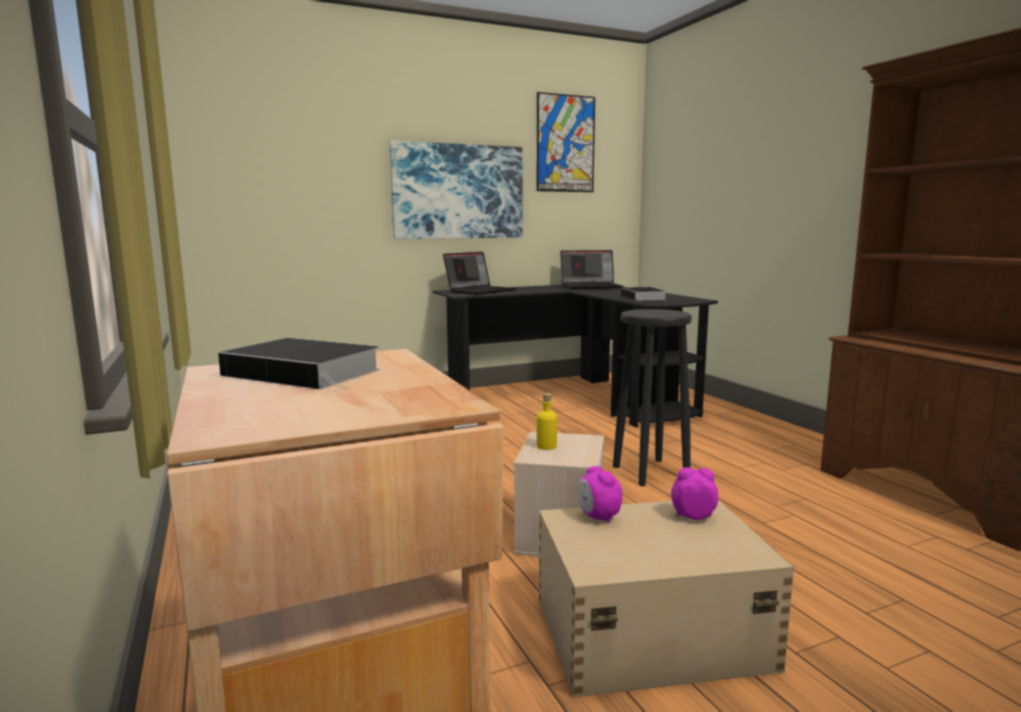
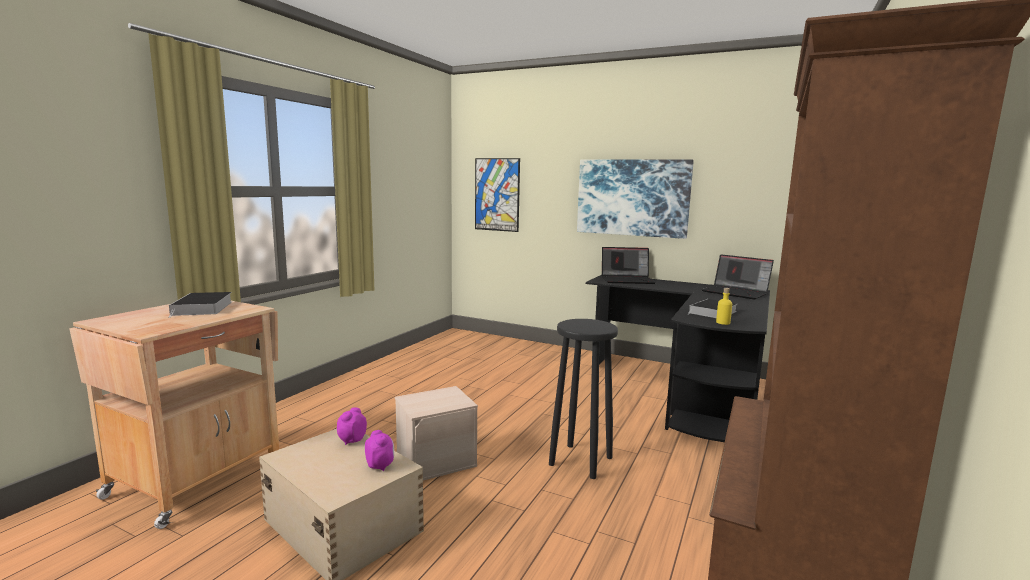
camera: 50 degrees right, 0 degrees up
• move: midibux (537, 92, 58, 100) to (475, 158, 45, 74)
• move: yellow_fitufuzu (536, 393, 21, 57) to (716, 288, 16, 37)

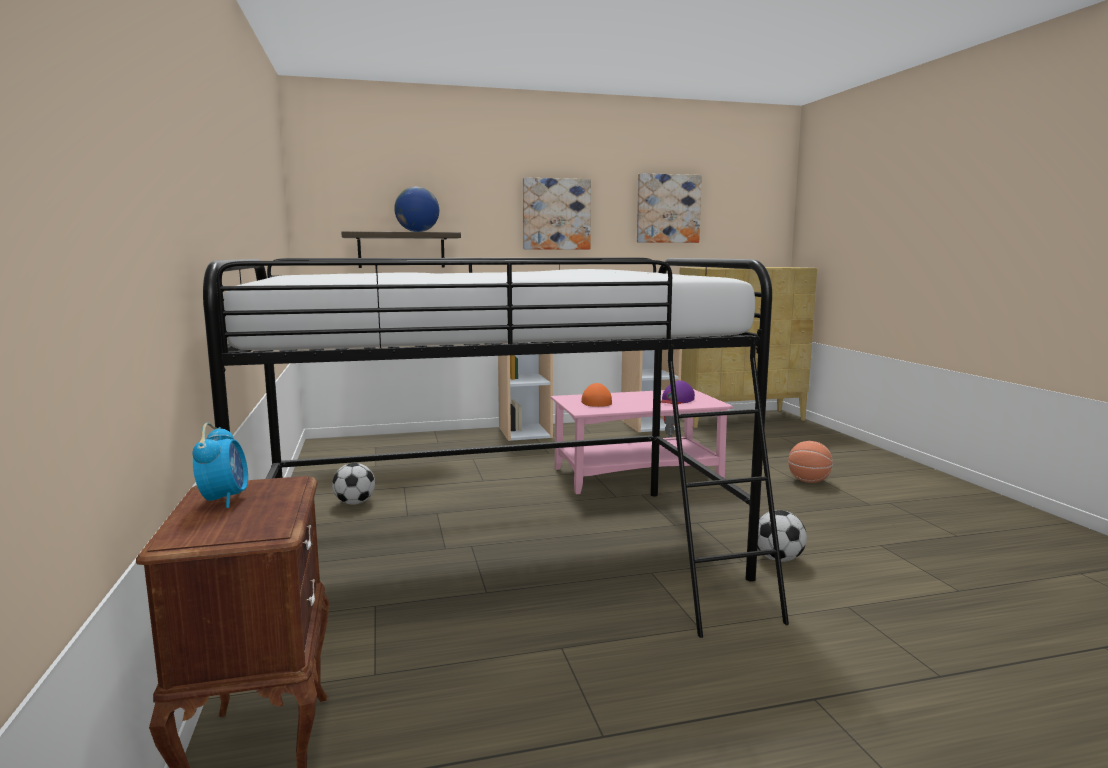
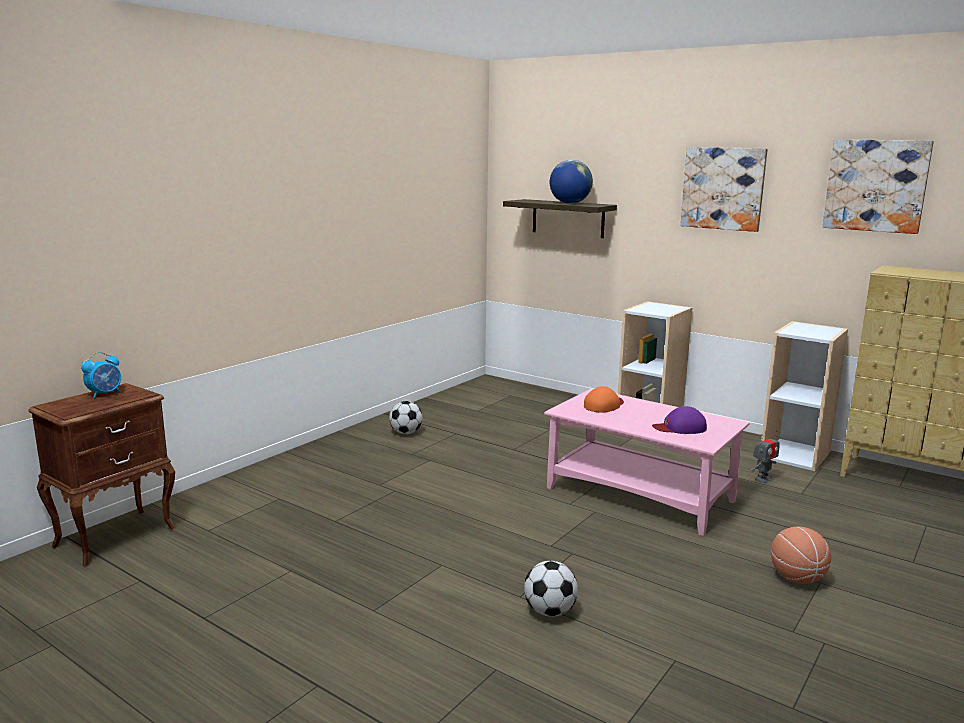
camera: 50 degrees right, 5 degrees up
• delete: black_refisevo (203, 258, 586, 380)

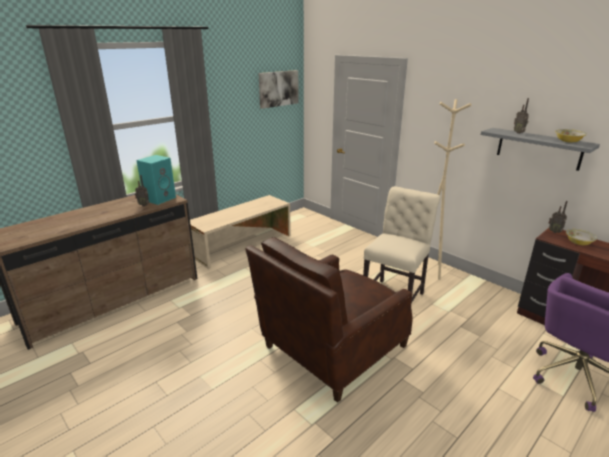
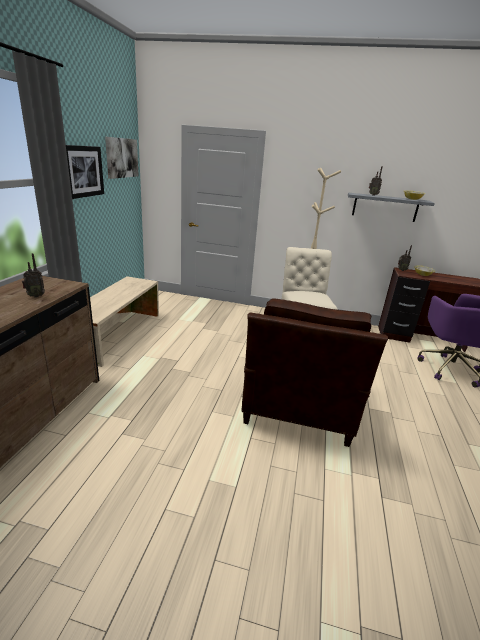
camera: 35 degrees left, 0 degrees up
• delete: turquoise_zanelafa (136, 155, 40, 50)
• insert: midibux (66, 145, 38, 54)

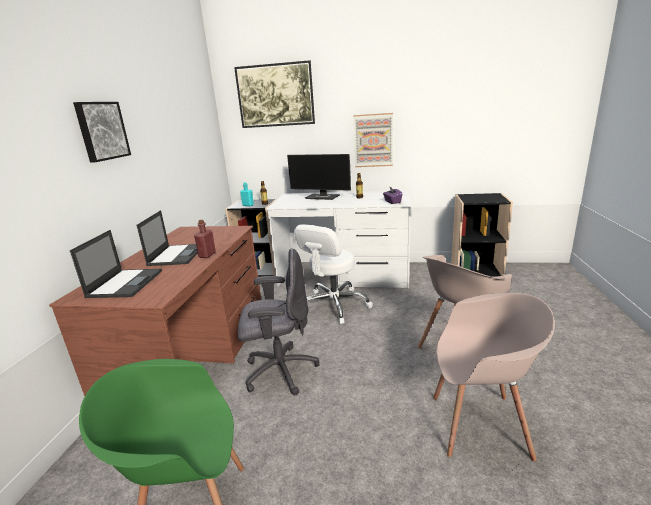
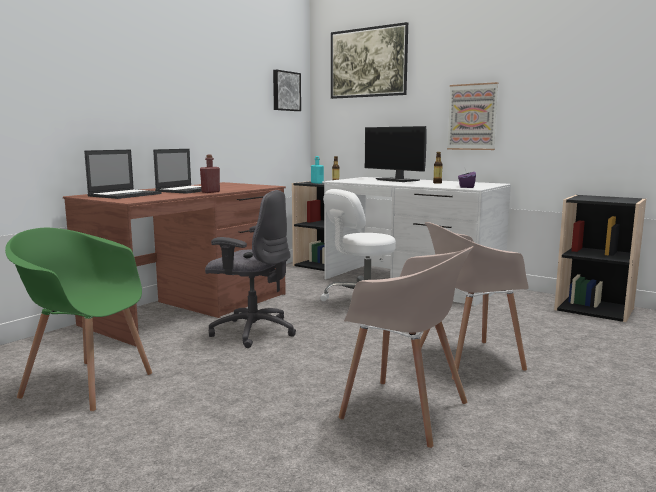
camera: 25 degrees right, 10 degrees down
• move: midibux (73, 102, 58, 61) to (273, 70, 28, 41)

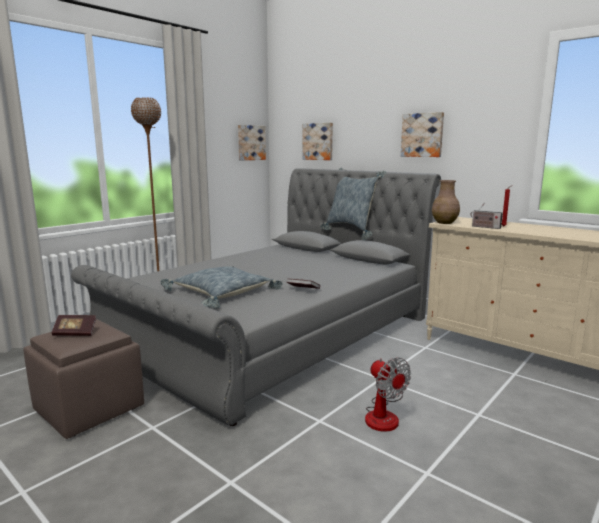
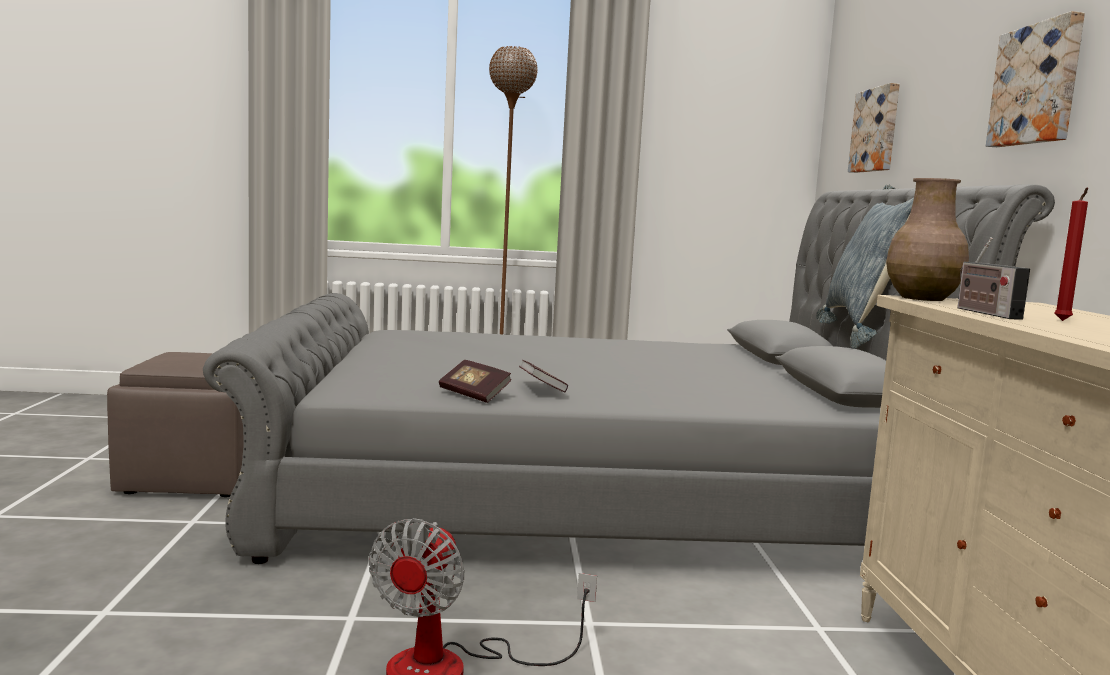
camera: 45 degrees right, 5 degrees down
• delete: midibux (238, 125, 28, 35)
• delete: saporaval (160, 266, 123, 42)
• move: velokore (52, 315, 44, 21) to (439, 360, 73, 43)

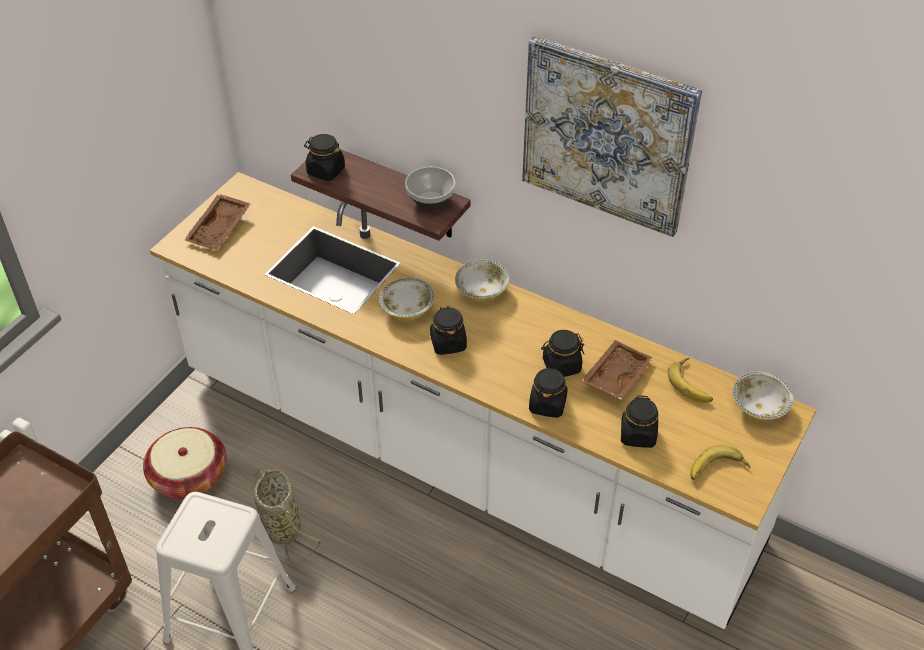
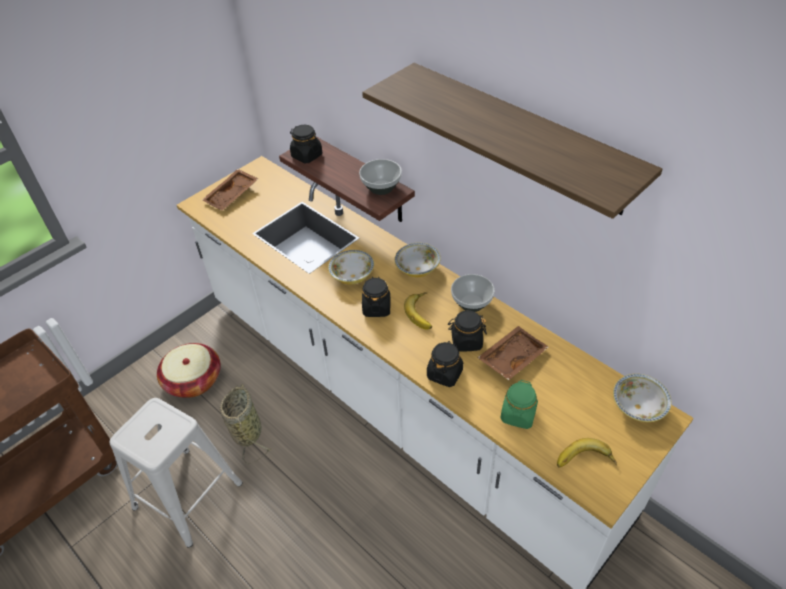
camera: 15 degrees right, 0 degrees up
• replace: midibux (522, 36, 180, 201) to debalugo (362, 63, 301, 156)
• move: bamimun (668, 358, 45, 45) to (404, 292, 28, 37)
• recolor: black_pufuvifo (621, 395, 37, 53) to green_pufuvifo (500, 380, 38, 49)
• insert: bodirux (451, 274, 44, 38)

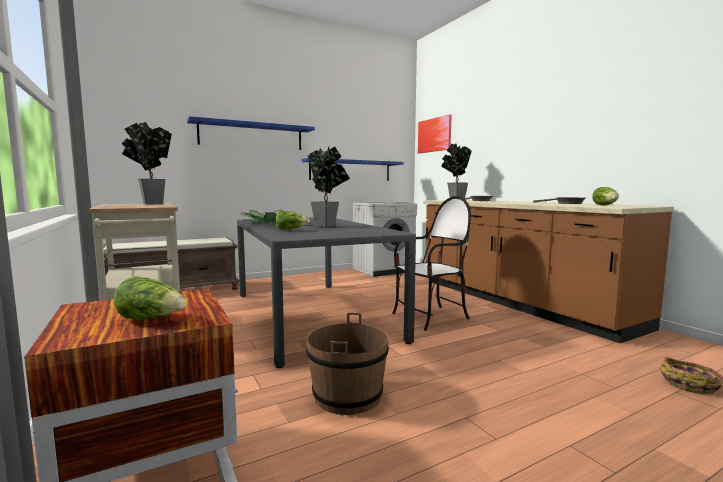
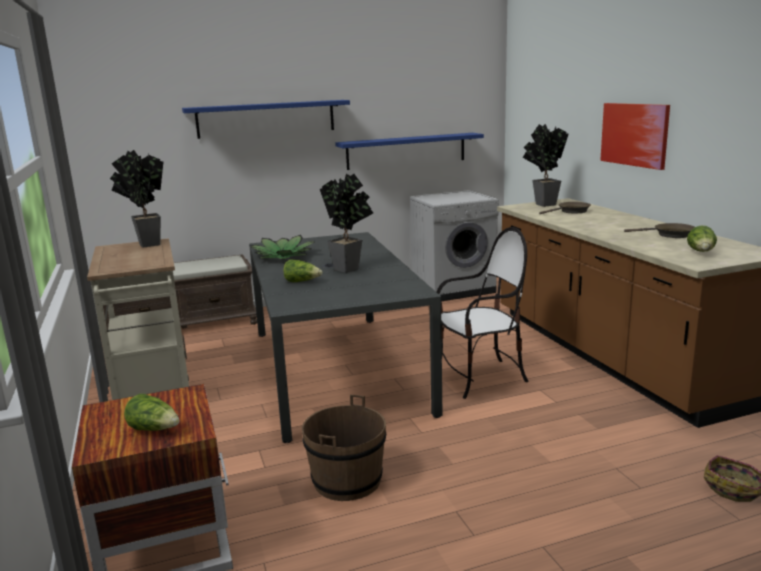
camera: 10 degrees right, 10 degrees up
• move: midibux (418, 114, 34, 39) to (600, 103, 70, 67)

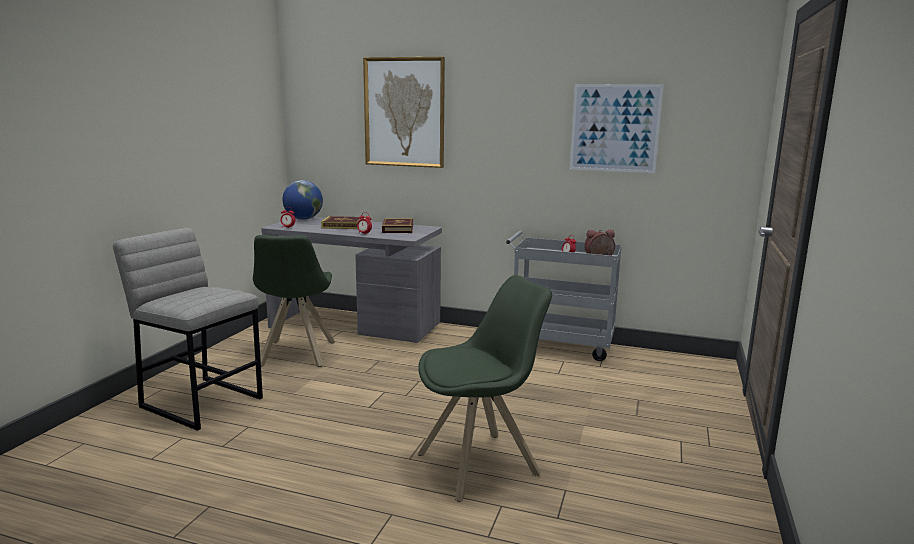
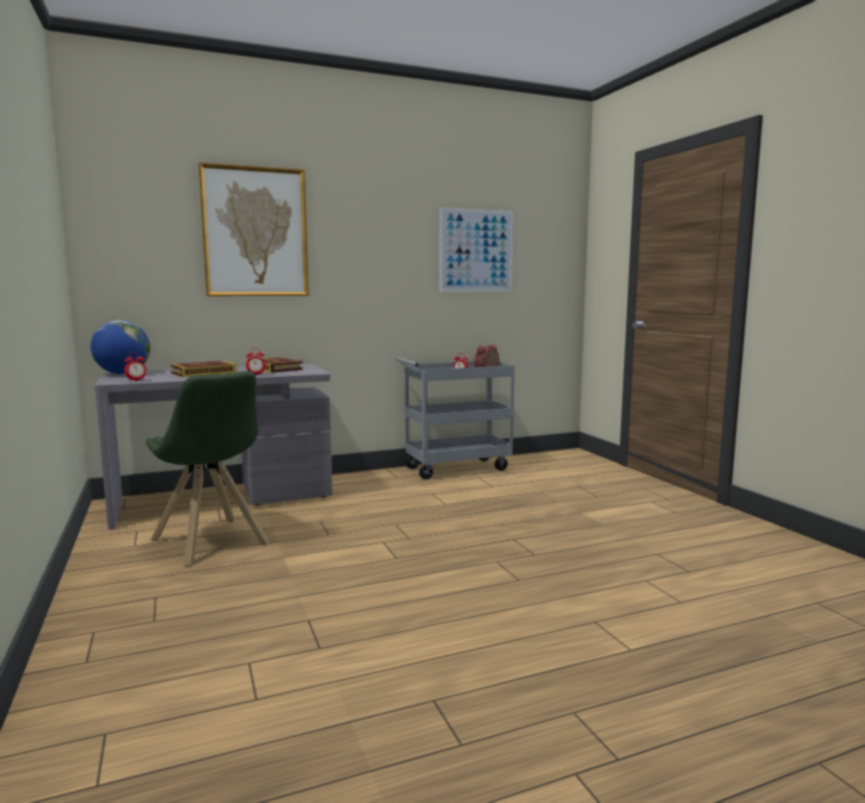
camera: 40 degrees left, 5 degrees down
• delete: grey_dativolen (113, 228, 150, 203)
• delete: green_dativolen (417, 275, 135, 227)

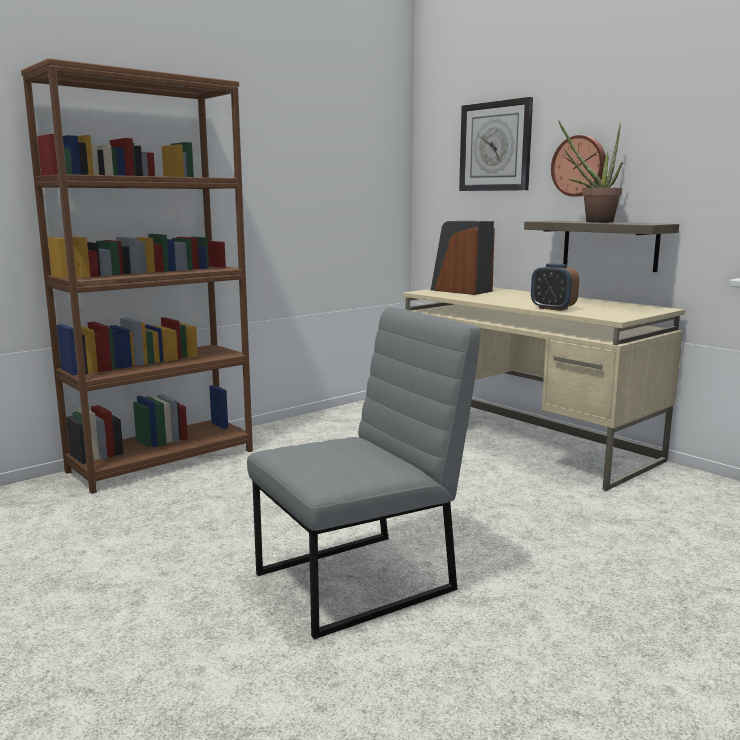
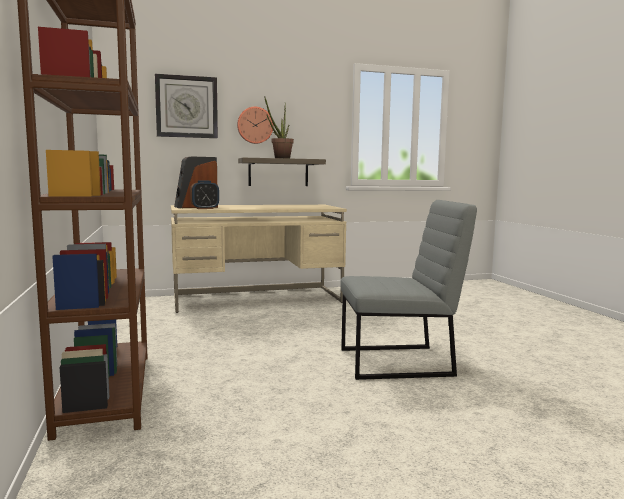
camera: 65 degrees left, 5 degrees down
• move: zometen (531, 263, 48, 48) to (190, 181, 29, 28)
• rotate: grey_dativolen (247, 307, 233, 332) = (340, 200, 137, 180) 90 degrees clockwise

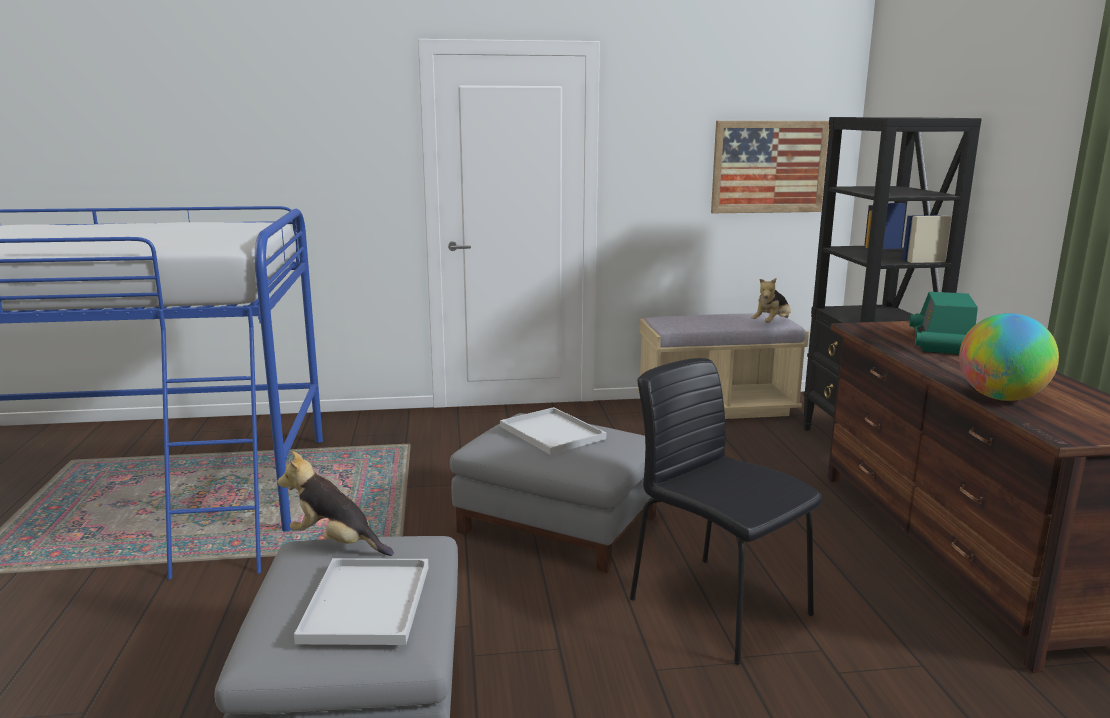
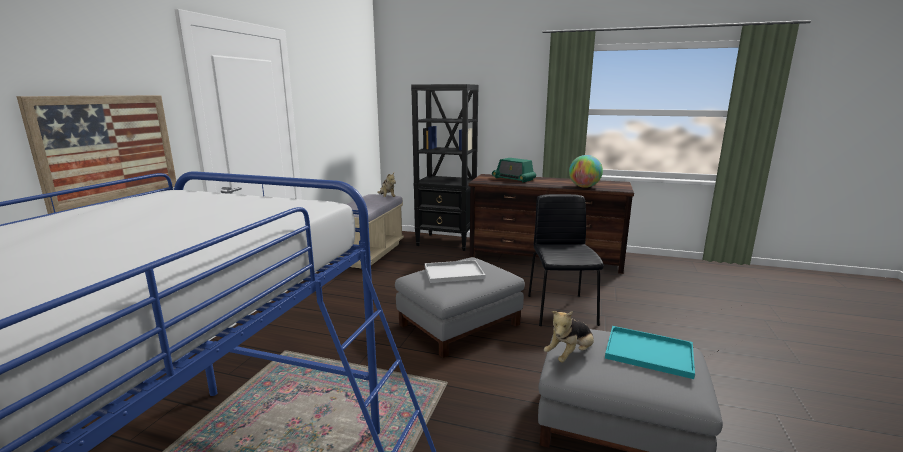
camera: 65 degrees left, 0 degrees up
• move: midibux (711, 121, 118, 92) to (16, 95, 160, 119)
• rotate: black_dativolen (630, 358, 192, 307) = (528, 194, 76, 132) 105 degrees clockwise
• recolor: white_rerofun (294, 558, 135, 87) to turquoise_rerofun (605, 326, 90, 53)

